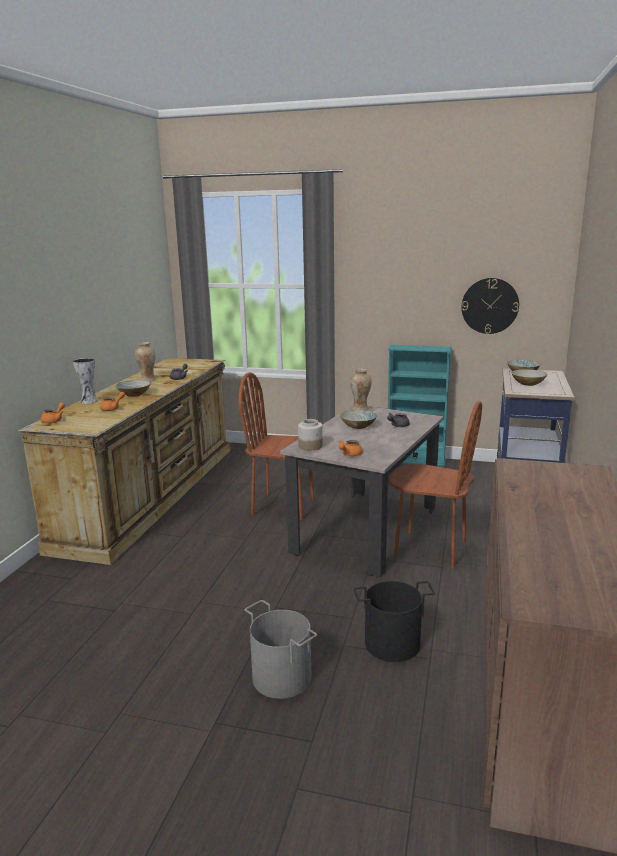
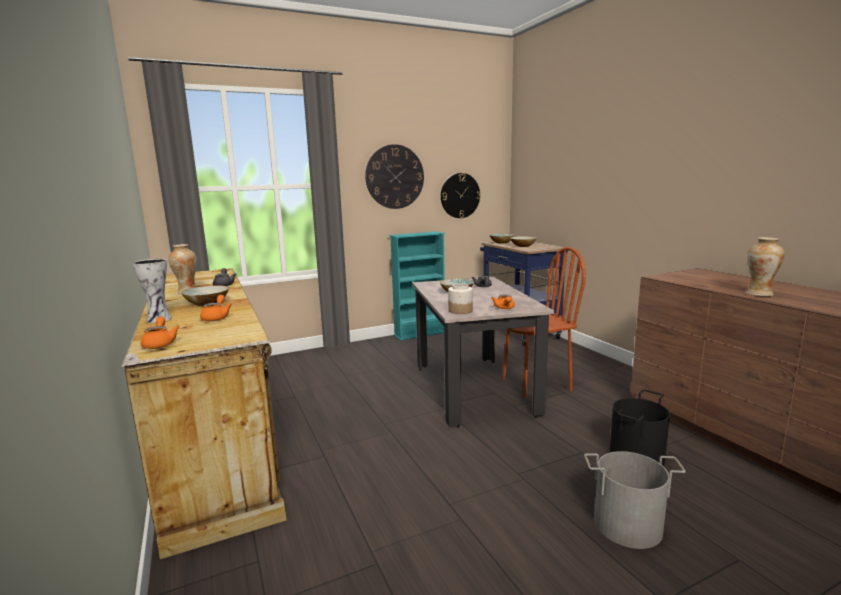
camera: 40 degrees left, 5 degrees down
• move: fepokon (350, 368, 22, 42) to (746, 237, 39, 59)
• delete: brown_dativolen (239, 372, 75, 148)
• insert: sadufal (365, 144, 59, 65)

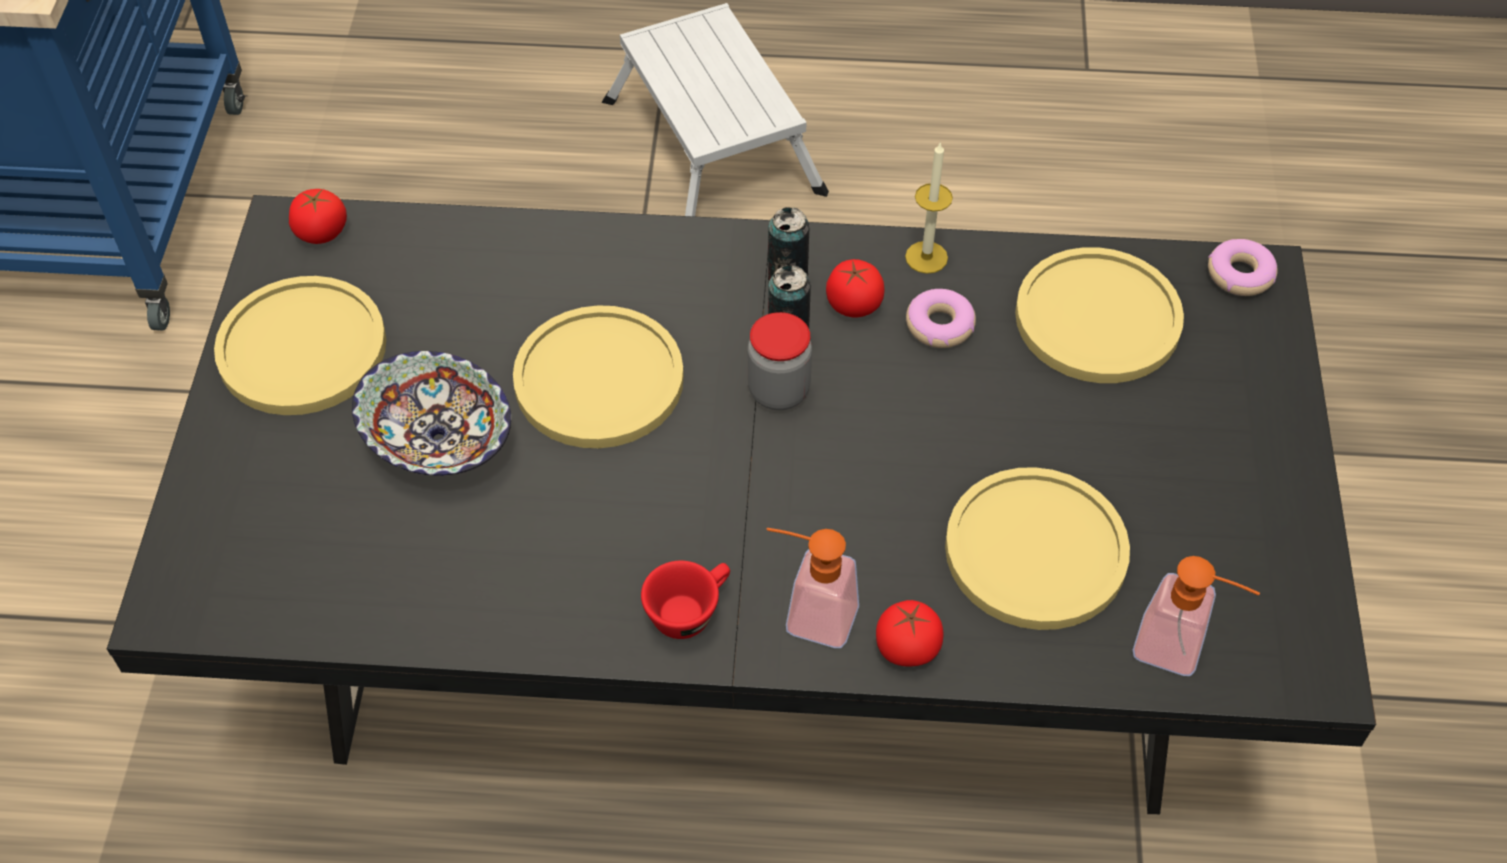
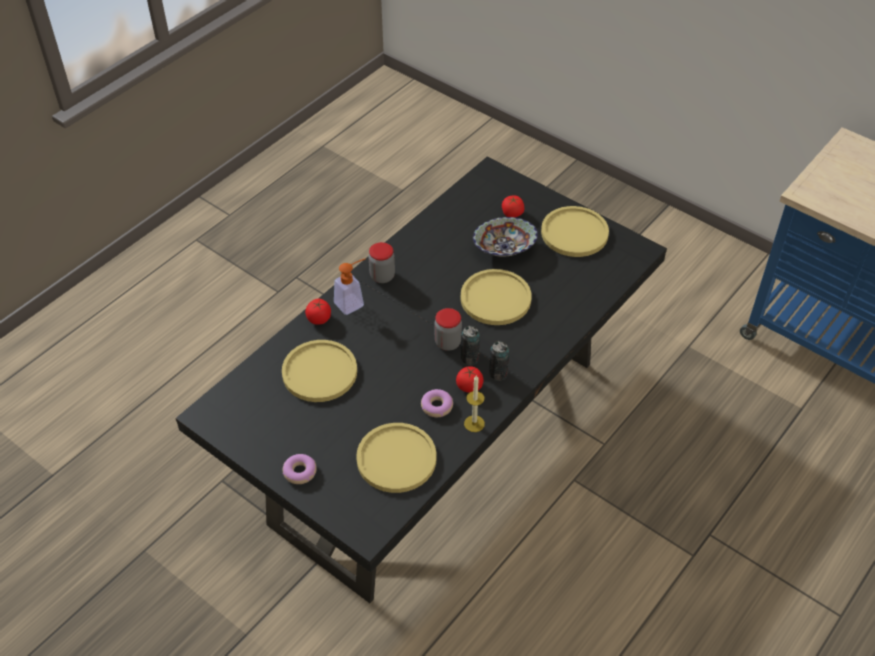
camera: 125 degrees right, 5 degrees down
• delete: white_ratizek (602, 3, 227, 214)
• move: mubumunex (289, 189, 58, 55) to (502, 195, 22, 22)
• move: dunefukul (1208, 239, 70, 57) to (282, 454, 35, 30)
• delete: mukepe (1133, 556, 127, 120)
• replace: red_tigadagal (641, 561, 89, 78) to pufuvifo (369, 242, 26, 41)

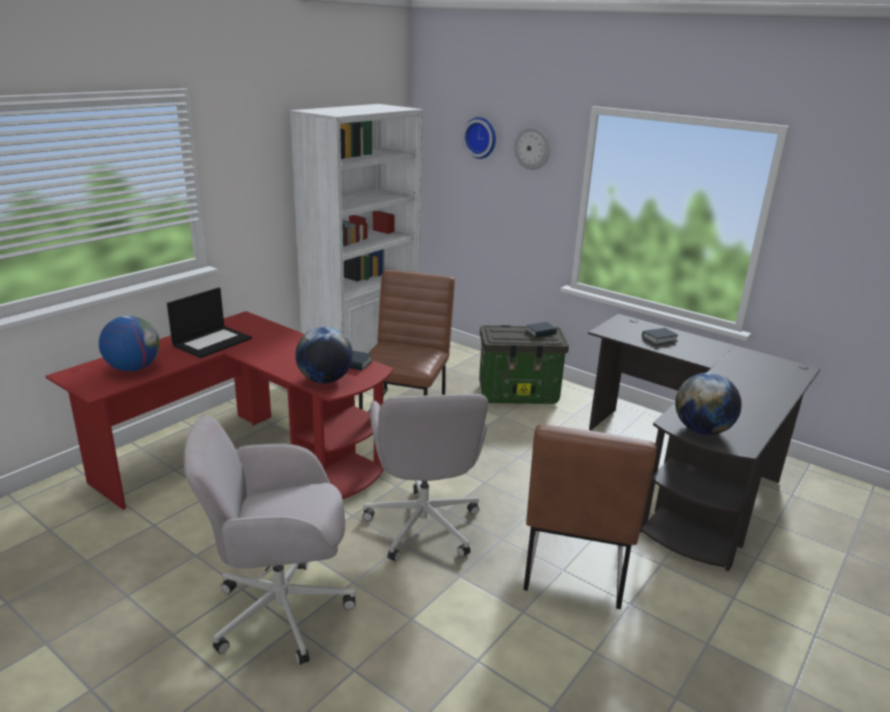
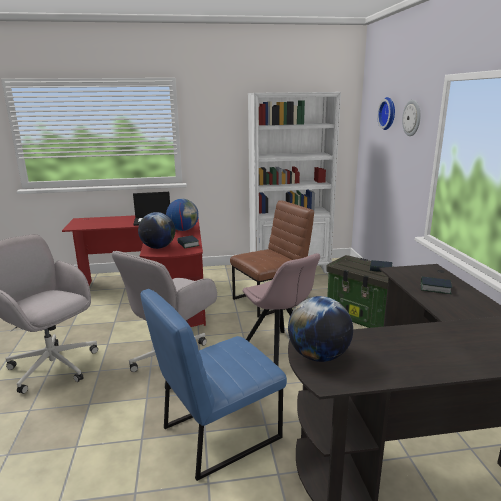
camera: 45 degrees right, 5 degrees down
• move: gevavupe (99, 315, 61, 56) to (166, 199, 33, 32)
• recolor: brown_dativolen (523, 425, 133, 184) to blue_dativolen (140, 289, 147, 192)
• insert: pink_dativolen (243, 253, 77, 113)

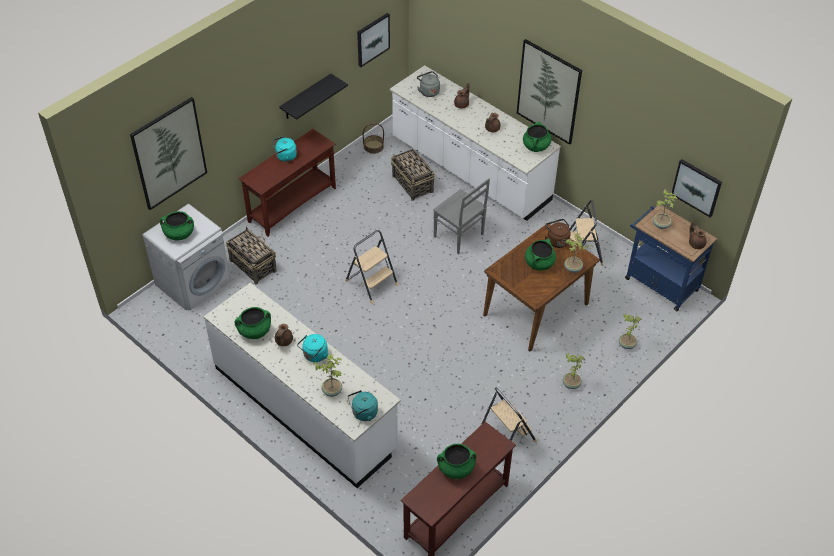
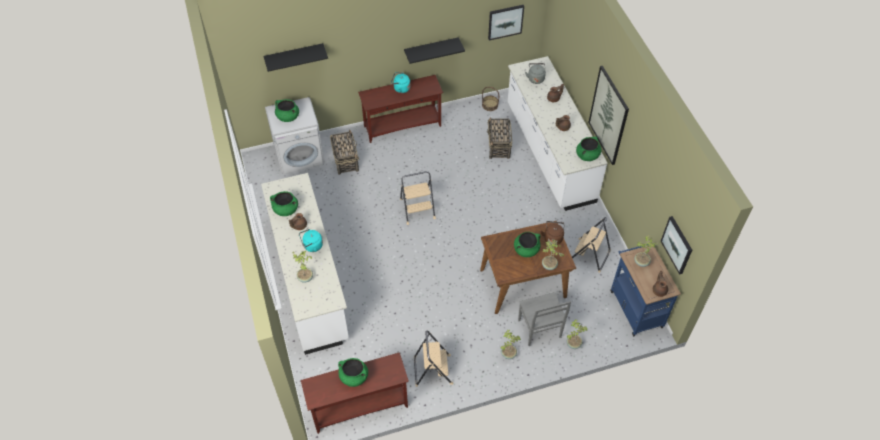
camera: 30 degrees right, 5 degrees up
• replace: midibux (130, 97, 77, 113) to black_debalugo (264, 43, 64, 29)
• move: grey_dativolen (433, 178, 57, 76) to (518, 292, 53, 54)
• delete: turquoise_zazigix (348, 390, 30, 31)

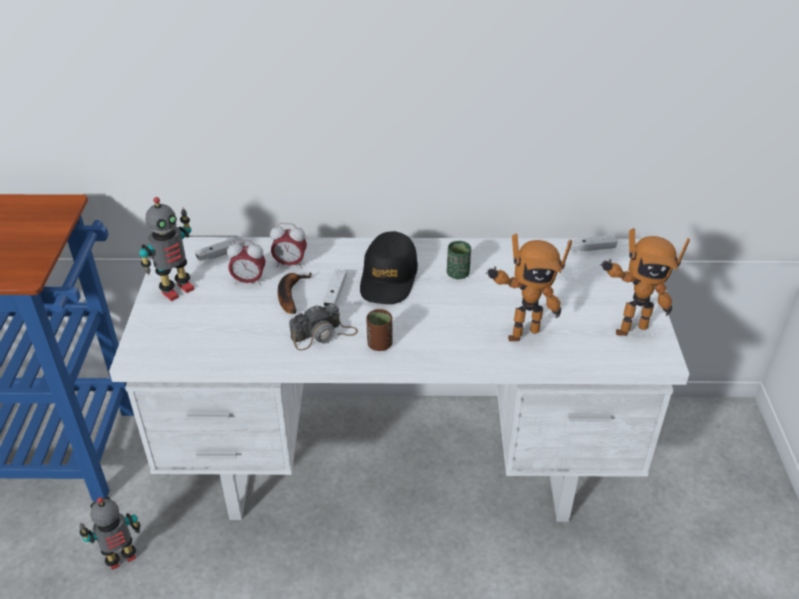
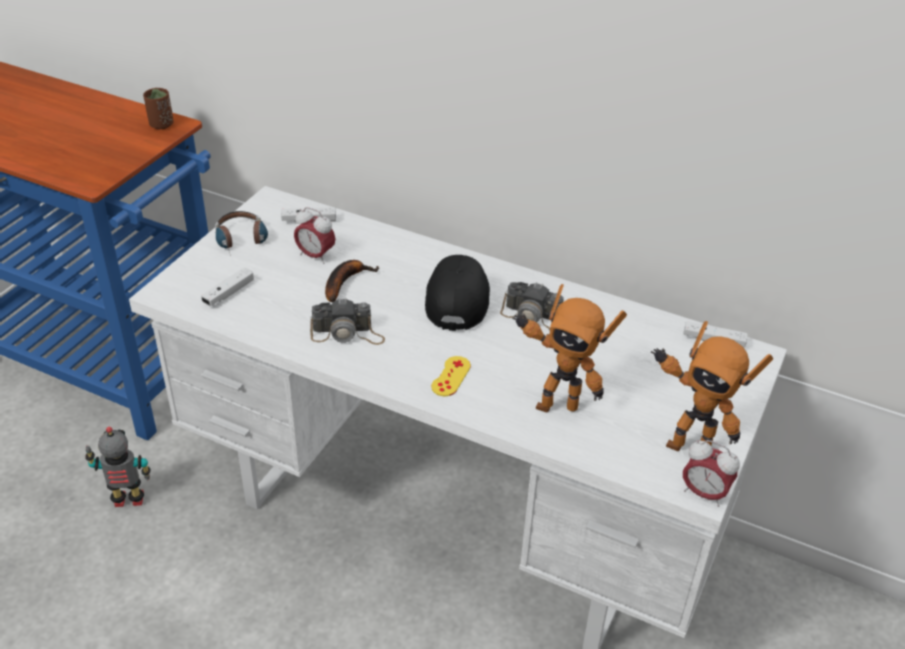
camera: 25 degrees right, 0 degrees up
• replace: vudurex (139, 197, 55, 104) to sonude (215, 211, 53, 45)
• move: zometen (270, 223, 37, 45) to (683, 440, 57, 67)
• rotate: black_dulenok (360, 231, 58, 73) = (425, 255, 65, 76) 150 degrees clockwise
• replace: green_tigadagal (447, 241, 24, 38) to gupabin (500, 282, 64, 48)
• move: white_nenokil (323, 269, 24, 38) to (201, 268, 53, 38)
• move: brown_tigadagal (366, 309, 27, 42) to (143, 88, 31, 41)
• insert: yellow_nenokil (431, 356, 40, 40)

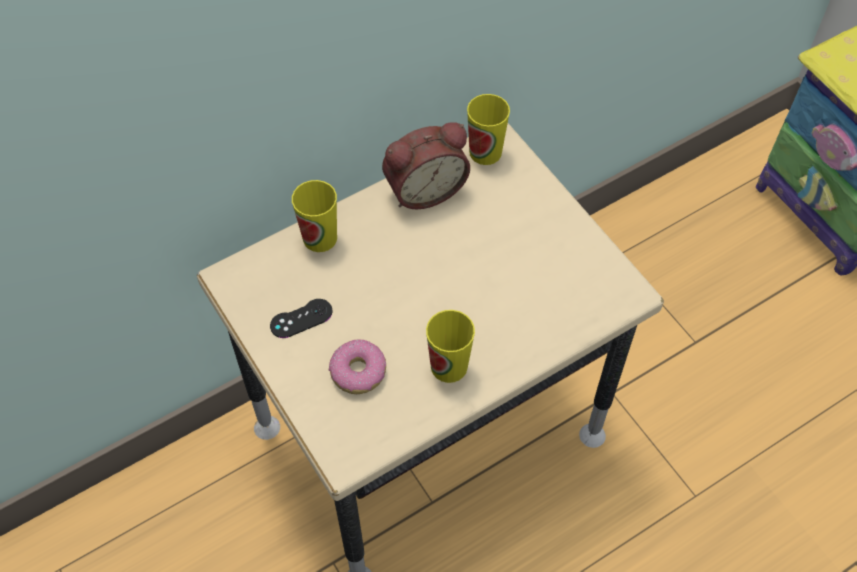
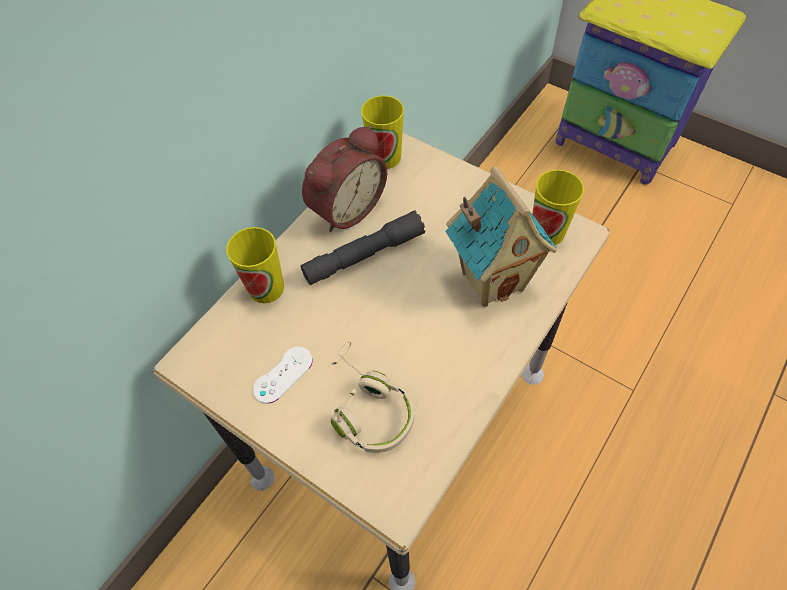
camera: 20 degrees left, 0 degrees up
• recolor: black_nenokil (270, 299, 62, 39) to white_nenokil (253, 347, 60, 57)
• move: tigadagal (426, 310, 49, 73) to (532, 169, 52, 76)
• replace: dunefukul (329, 340, 57, 54) to beige_sonude (331, 341, 84, 112)
• insert: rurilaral (445, 166, 112, 141)
• insert: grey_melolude (301, 210, 124, 75)

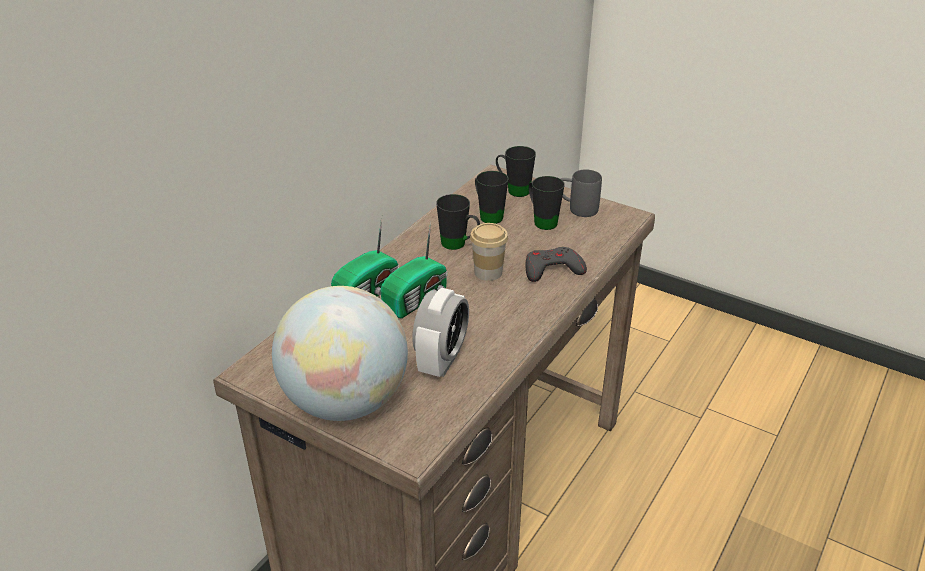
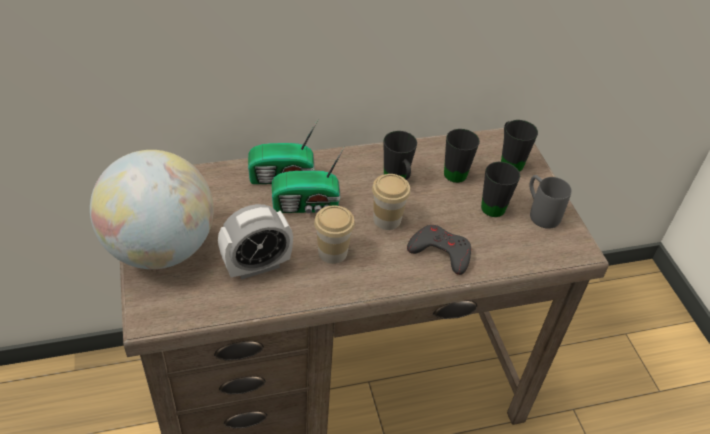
camera: 40 degrees right, 10 degrees up
• insert: tigadagal (314, 205, 41, 59)

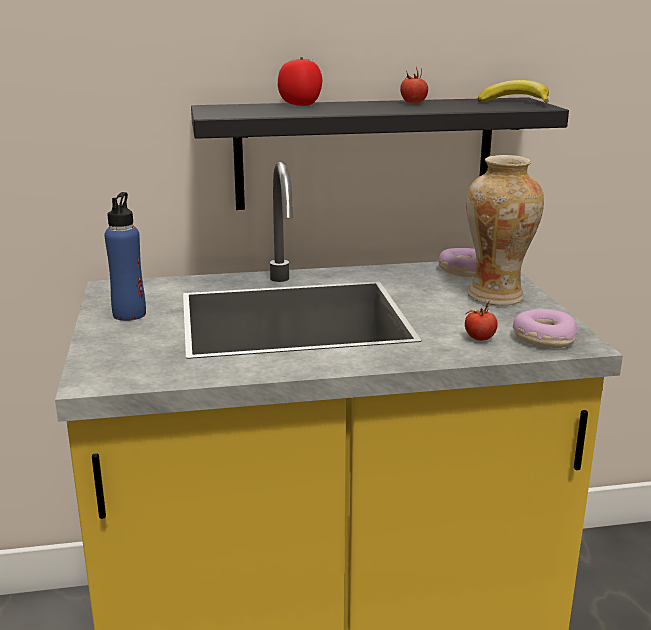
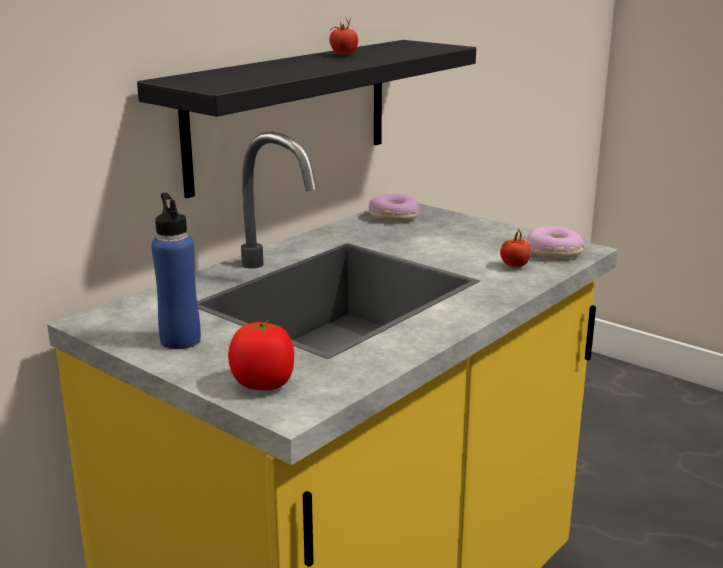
camera: 40 degrees left, 0 degrees up
• move: mubumunex (278, 57, 44, 49) to (228, 319, 66, 71)
• delete: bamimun (478, 80, 71, 23)
• delete: fepokon (466, 155, 78, 151)

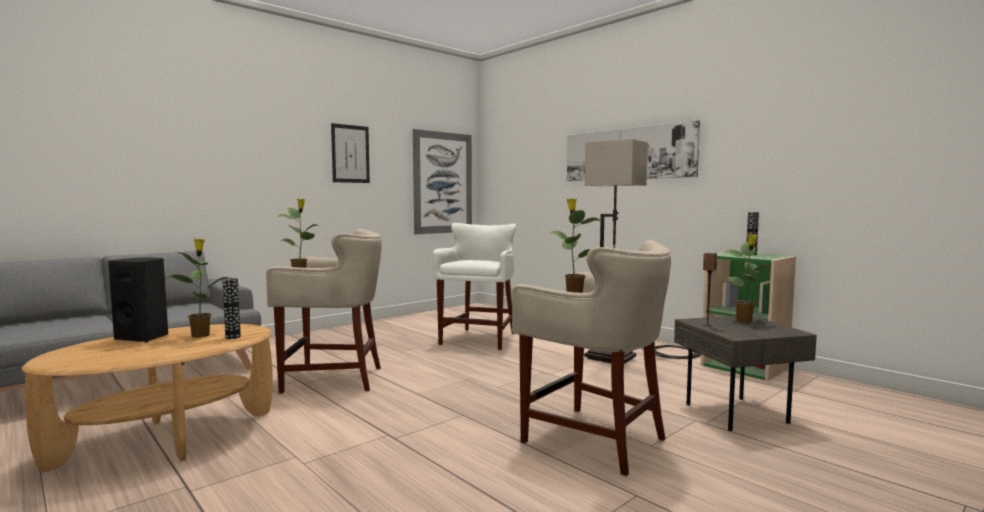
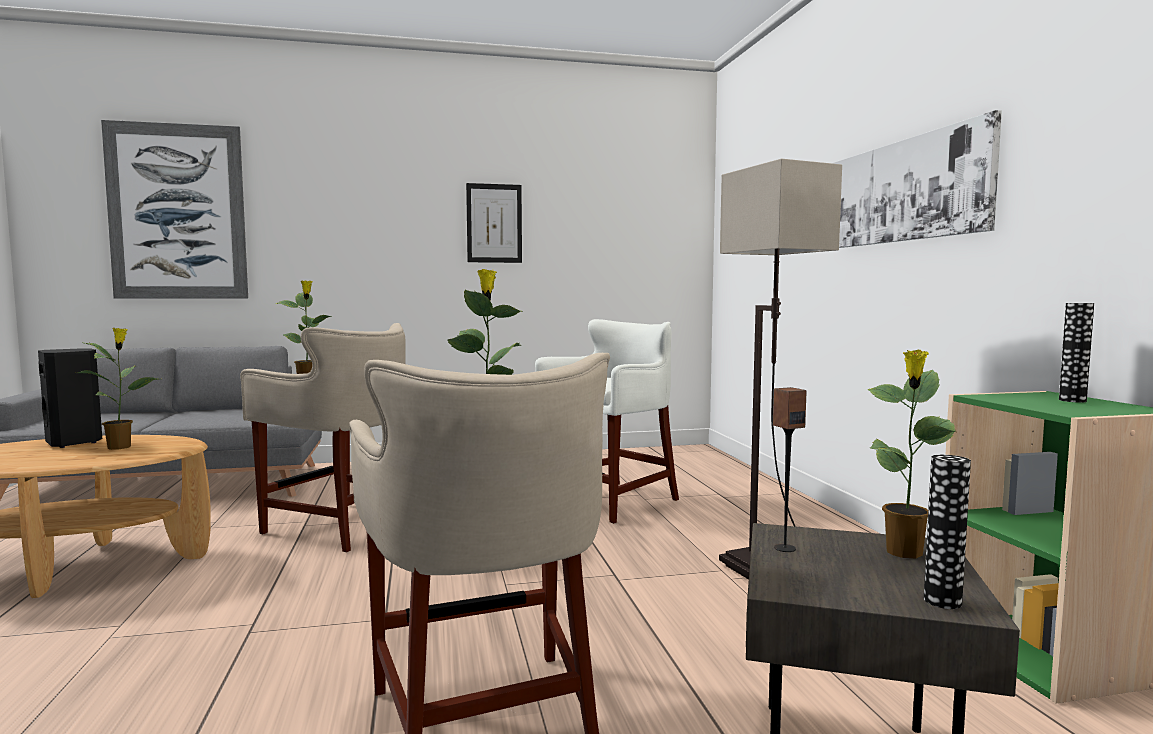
camera: 30 degrees right, 0 degrees up
• move: midibux (413, 129, 59, 105) to (101, 120, 147, 179)
• move: fepokon (222, 278, 19, 61) to (924, 455, 47, 154)

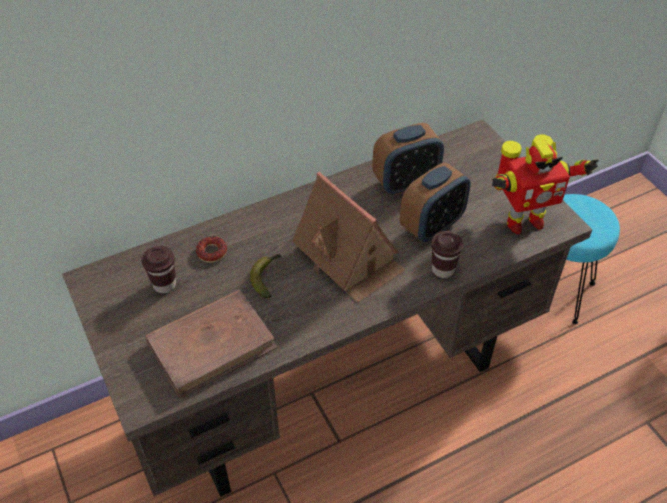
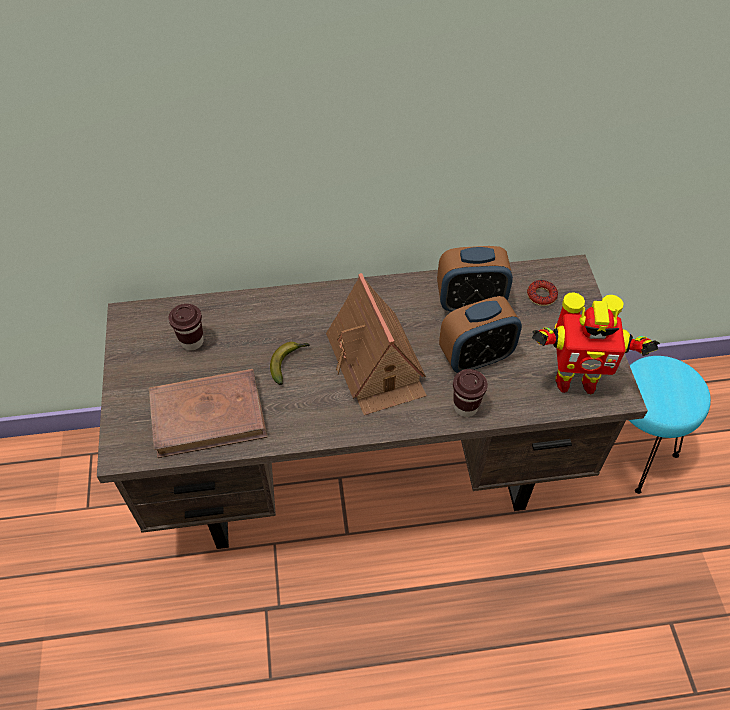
camera: 20 degrees right, 5 degrees up
• move: dunefukul (196, 236, 31, 27) to (527, 280, 31, 26)

